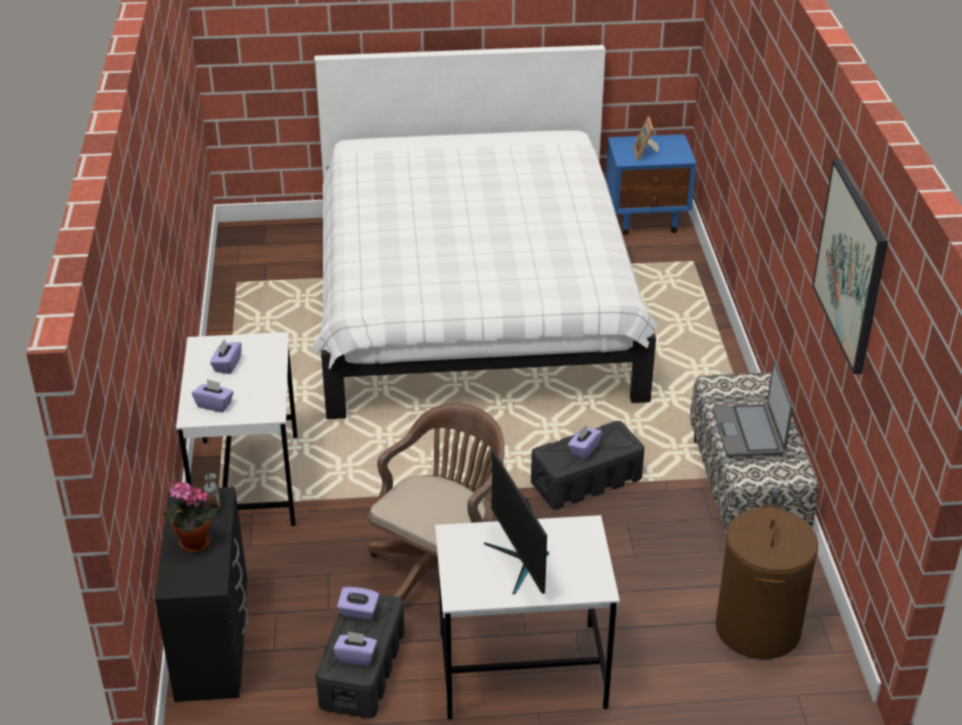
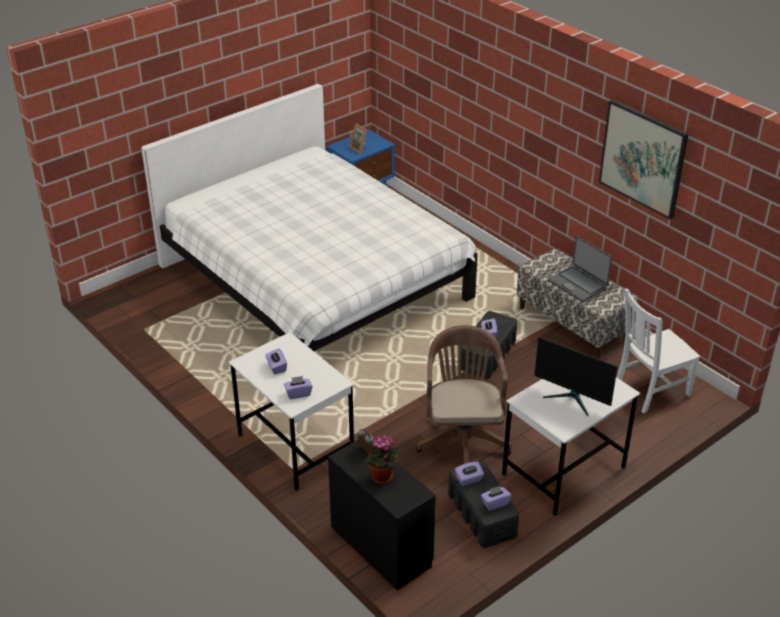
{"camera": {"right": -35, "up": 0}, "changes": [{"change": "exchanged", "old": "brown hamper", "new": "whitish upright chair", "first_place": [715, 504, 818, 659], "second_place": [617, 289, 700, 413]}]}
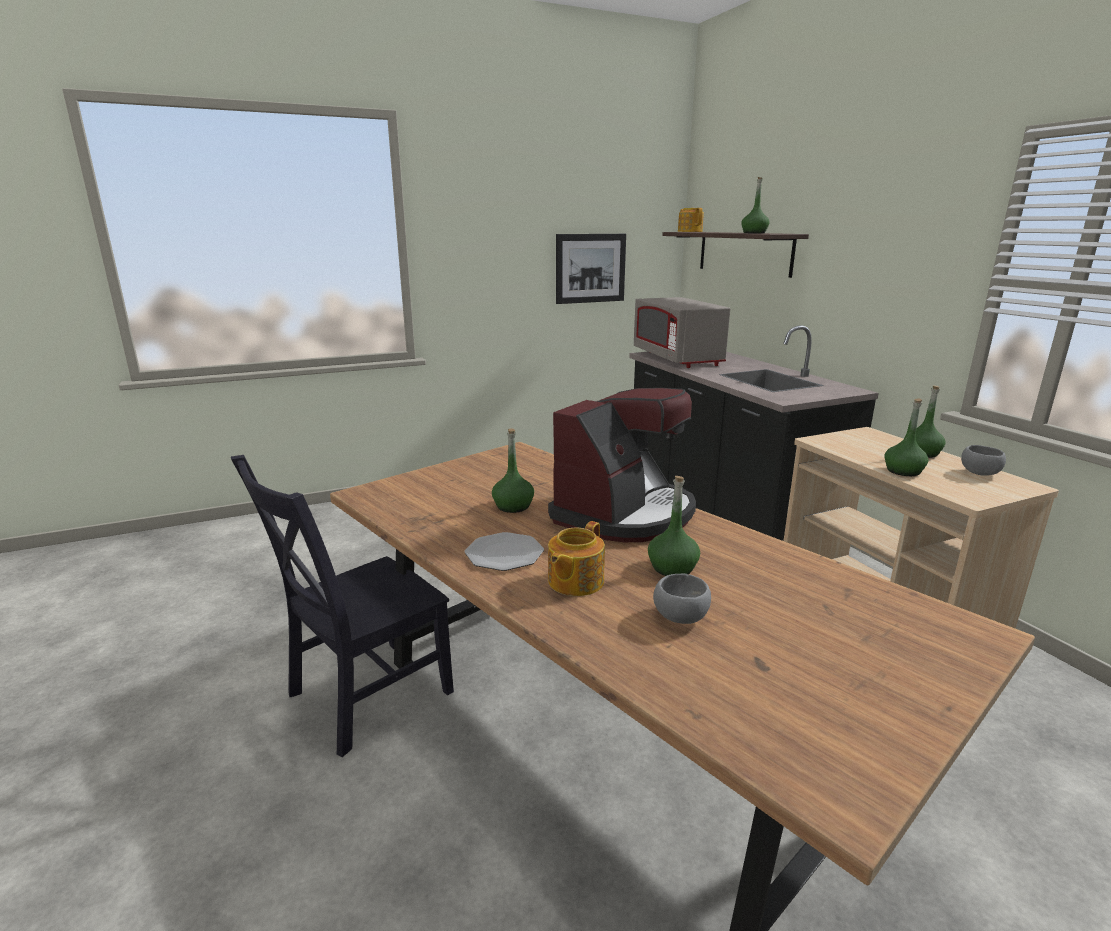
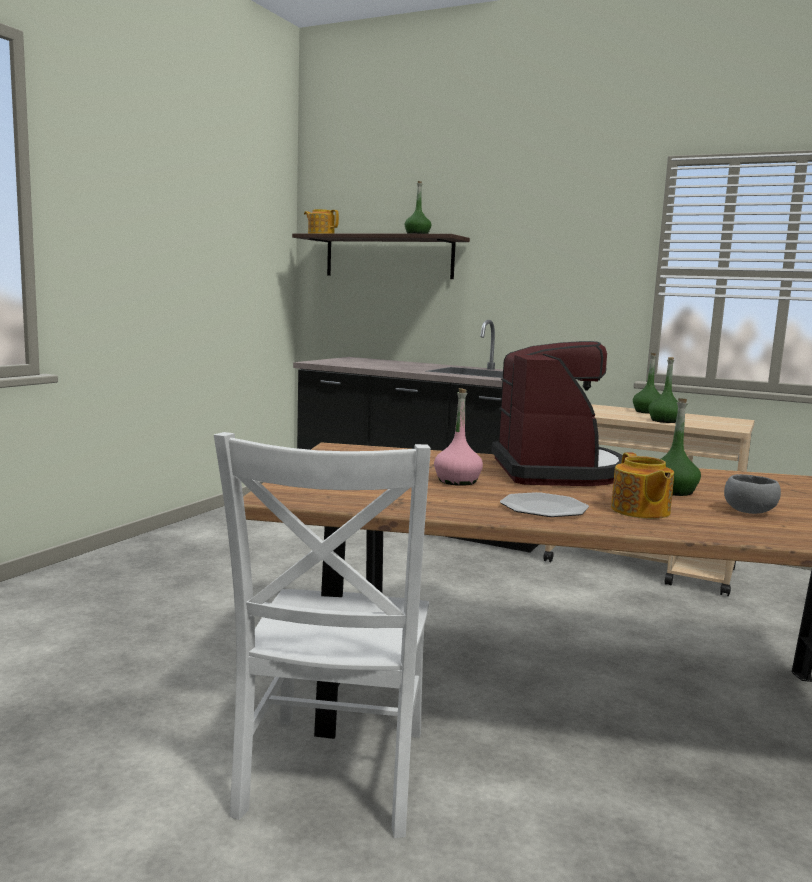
{"camera": {"right": -40, "up": -10}, "changes": [{"change": "colour", "old": "black-coloured upright chair", "new": "whitish upright chair", "first_place": [231, 455, 454, 757], "second_place": [214, 432, 431, 838]}, {"change": "colour", "old": "greenish beverage bottle", "new": "pink-coloured beverage bottle", "first_place": [492, 428, 534, 513], "second_place": [434, 388, 483, 486]}, {"change": "missing", "old": "wall art", "first_place": [556, 234, 626, 304]}, {"change": "missing", "old": "grey microwave oven", "first_place": [634, 297, 730, 368]}, {"change": "missing", "old": "grey deep dish", "first_place": [961, 445, 1006, 476]}]}
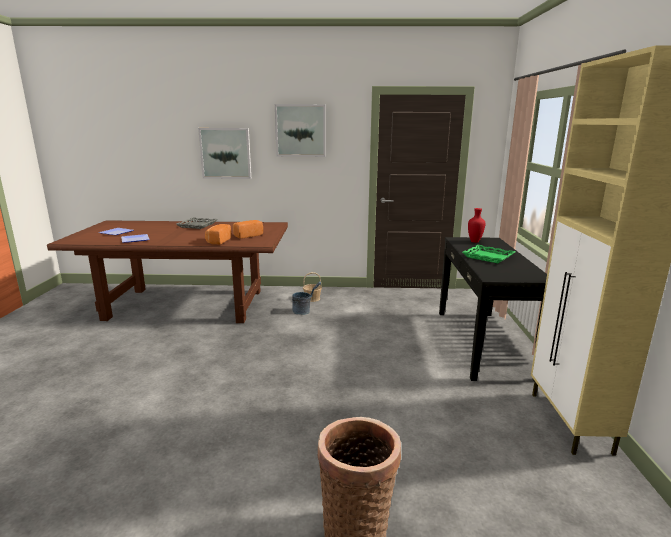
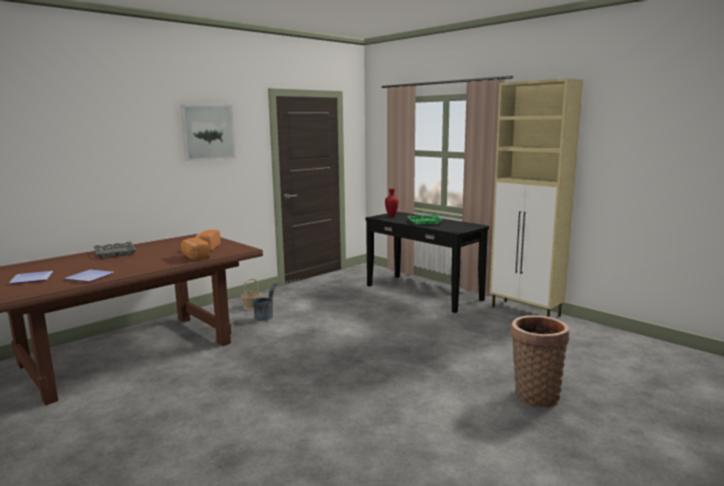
{"camera": {"right": -45, "up": -5}, "changes": [{"change": "missing", "old": "wall art", "first_place": [198, 128, 251, 179]}]}
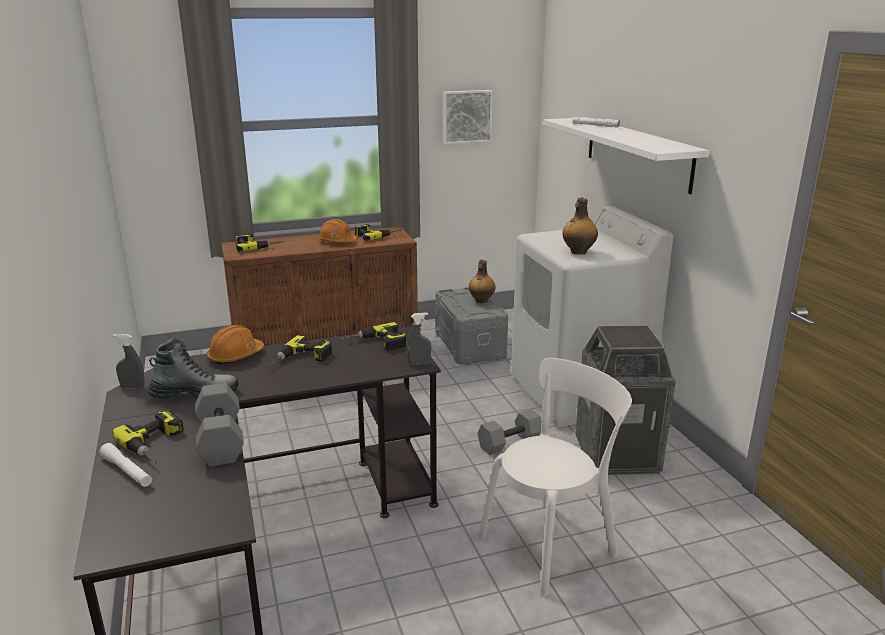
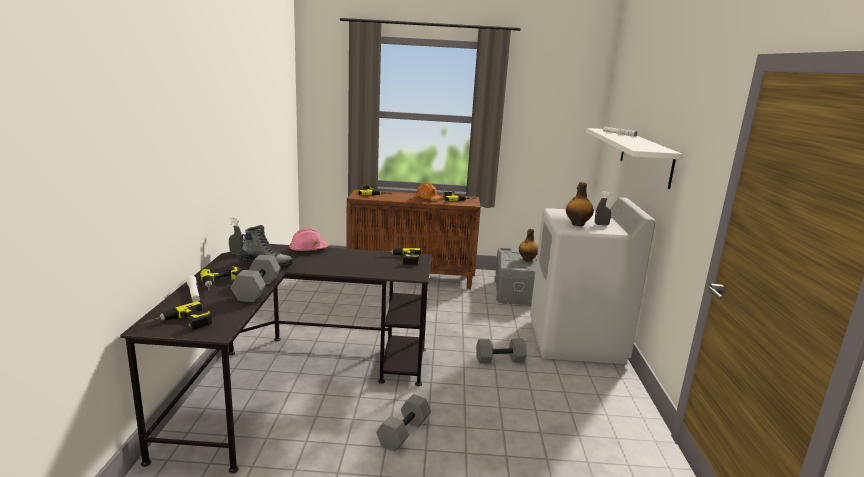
{"camera": {"right": 20, "up": -5}, "changes": [{"change": "relocated", "old": "drill", "first_place": [268, 335, 332, 366], "second_place": [140, 301, 212, 330]}, {"change": "colour", "old": "orangey safety helmet", "new": "pink-coloured safety helmet", "first_place": [207, 325, 264, 365], "second_place": [289, 229, 328, 252]}, {"change": "appeared", "new": "grey free weight", "second_place": [376, 394, 431, 452]}, {"change": "relocated", "old": "grey spray bottle", "first_place": [407, 312, 431, 365], "second_place": [595, 191, 613, 226]}, {"change": "missing", "old": "wall art", "first_place": [443, 90, 493, 144]}, {"change": "missing", "old": "whitish upright chair", "first_place": [479, 358, 632, 596]}, {"change": "missing", "old": "waste bin", "first_place": [575, 325, 676, 475]}]}
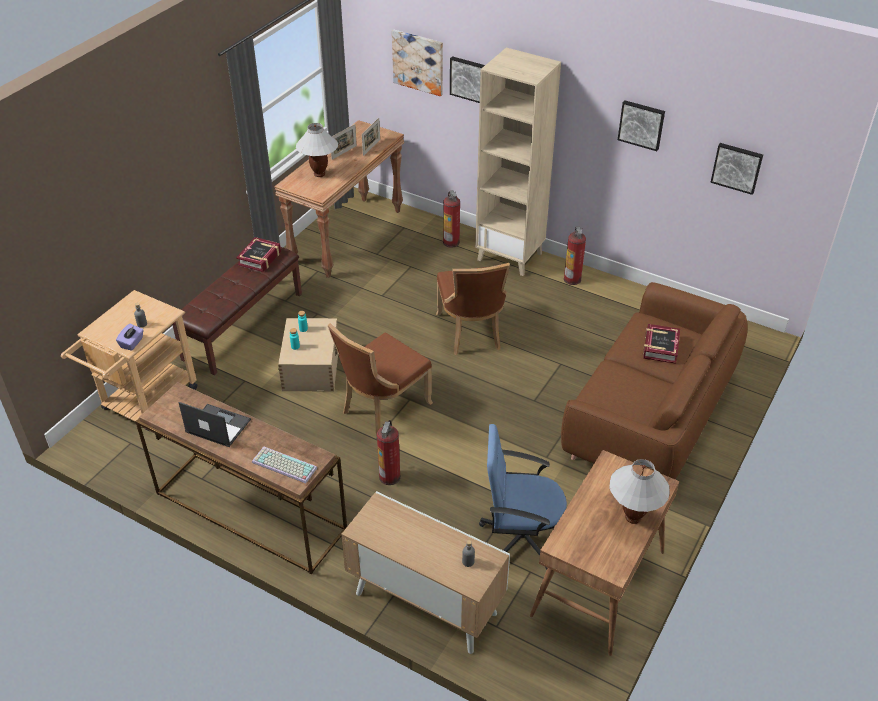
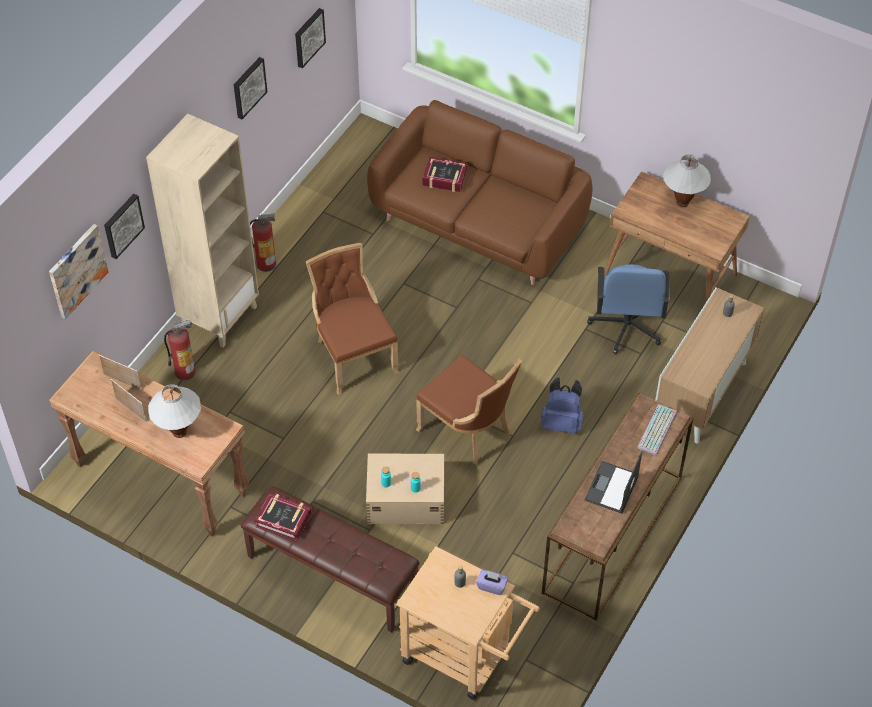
{"camera": {"right": -90, "up": 10}, "changes": [{"change": "spun", "old": "brown upright chair", "first_place": [436, 263, 510, 355], "second_place": [306, 243, 399, 395], "degrees": -105}, {"change": "exchanged", "old": "extinguisher", "new": "blue-coloured backpack", "first_place": [377, 420, 401, 485], "second_place": [541, 377, 583, 434]}]}
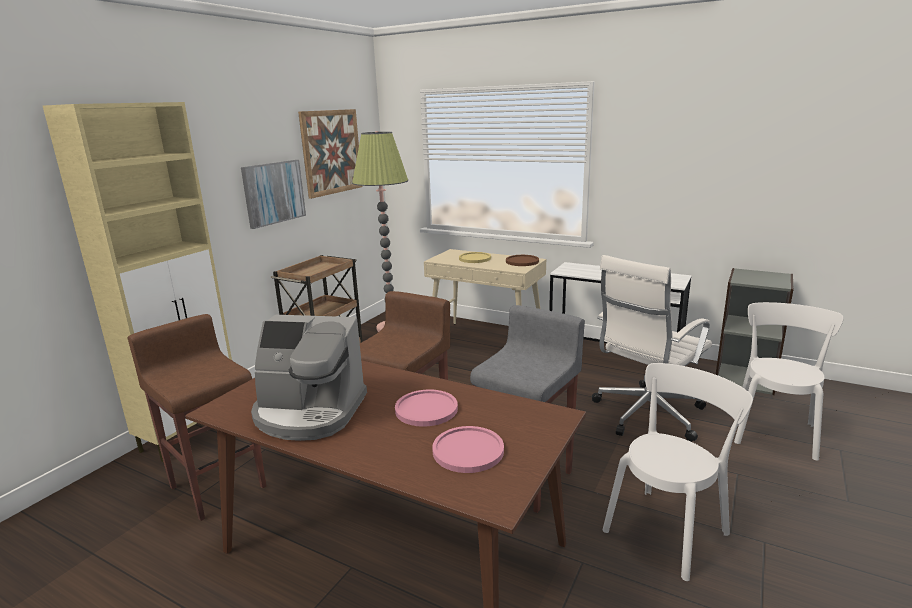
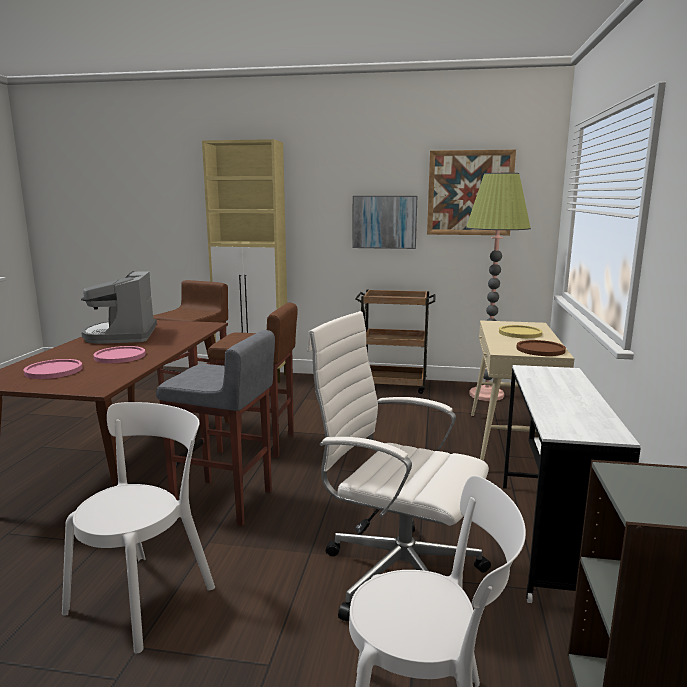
{"camera": {"right": 70, "up": -5}, "changes": [{"change": "spun", "old": "whitish upright chair", "first_place": [602, 363, 753, 581], "second_place": [62, 402, 215, 653], "degrees": -90}]}
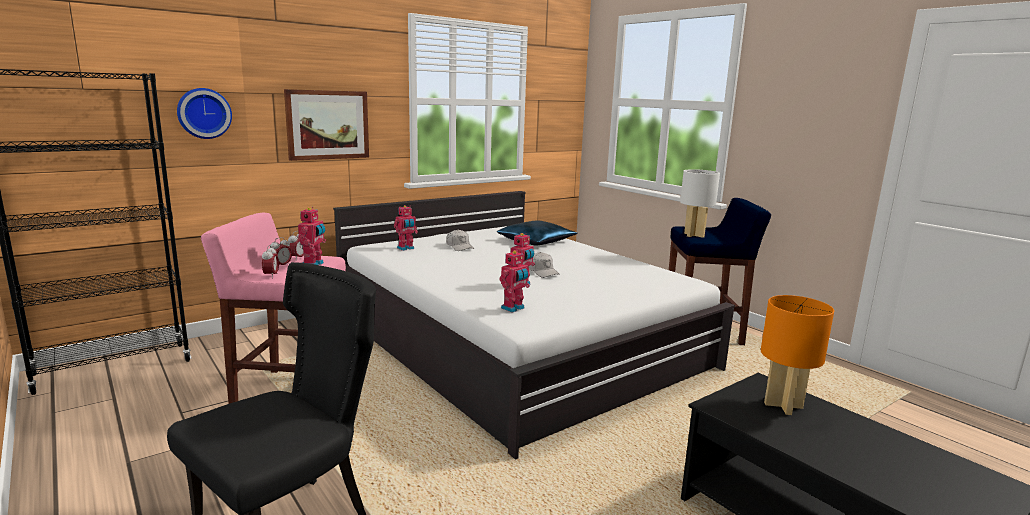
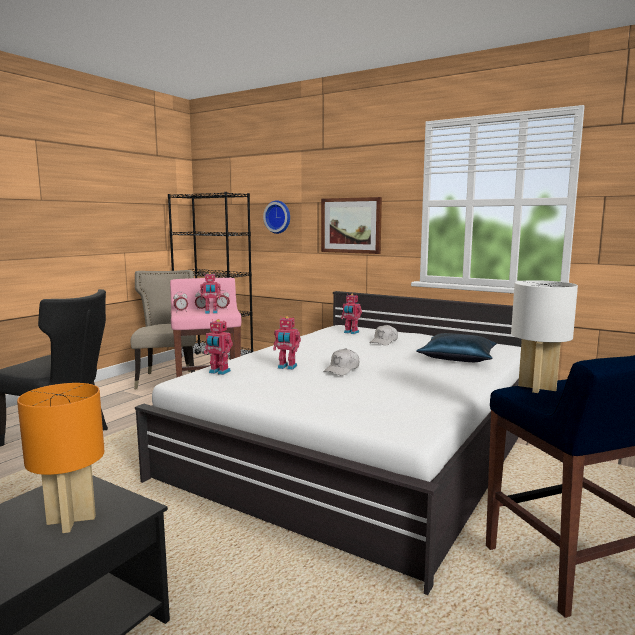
{"camera": {"right": 70, "up": -5}, "changes": [{"change": "appeared", "new": "sand-coloured upright chair", "second_place": [130, 270, 196, 389]}]}
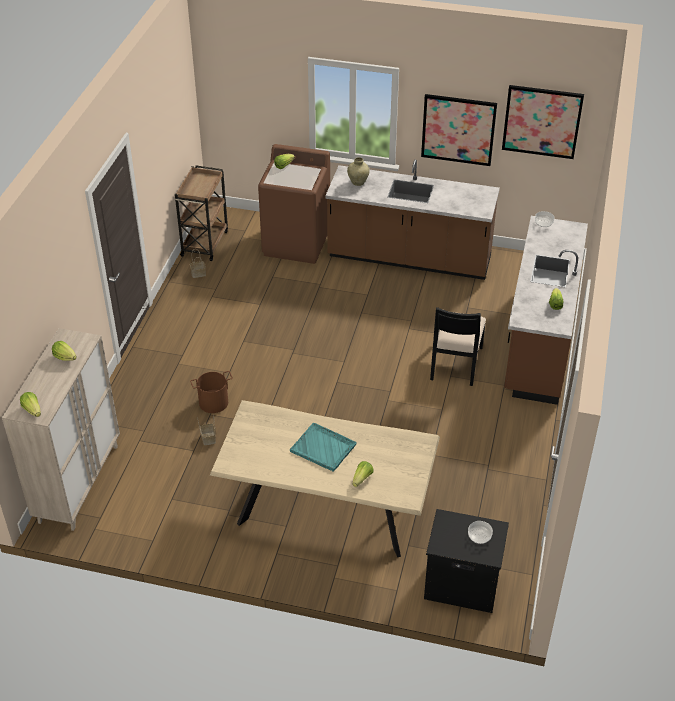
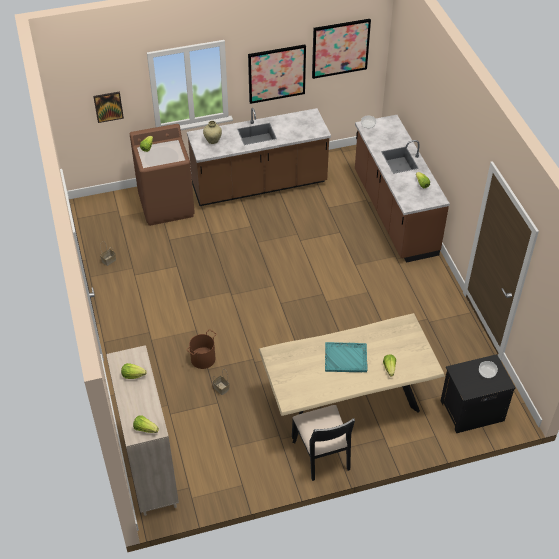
{"camera": {"right": -30, "up": 5}, "changes": [{"change": "appeared", "new": "wall art", "second_place": [93, 91, 124, 123]}, {"change": "relocated", "old": "black-coloured upright chair", "first_place": [430, 307, 486, 386], "second_place": [292, 405, 355, 481]}, {"change": "missing", "old": "brown wheeled cart", "first_place": [175, 166, 228, 261]}]}
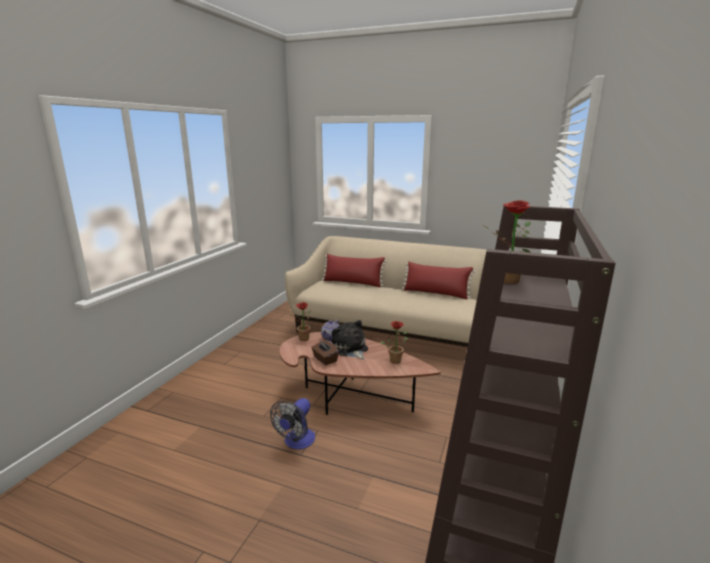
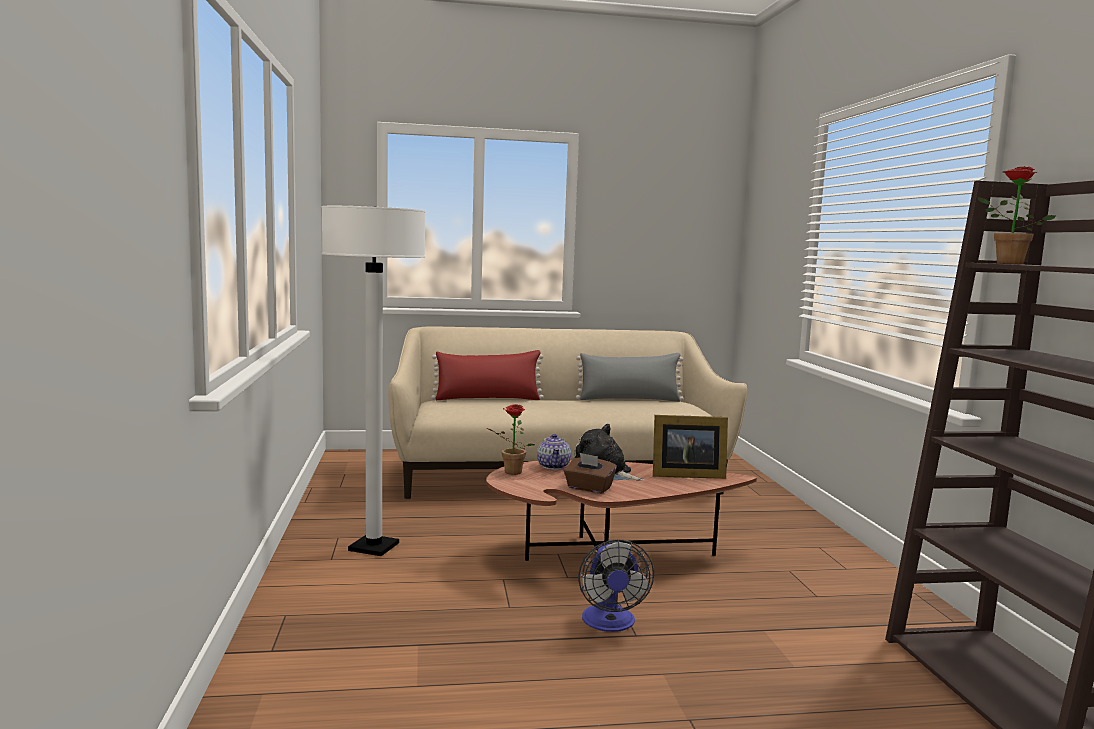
{"camera": {"right": -30, "up": -10}, "changes": [{"change": "appeared", "new": "whitish standard lamp", "second_place": [321, 206, 426, 556]}, {"change": "colour", "old": "red throw pillow", "new": "grey throw pillow", "first_place": [402, 261, 475, 299], "second_place": [576, 353, 684, 402]}, {"change": "exchanged", "old": "houseplant", "new": "standing frame", "first_place": [380, 321, 408, 364], "second_place": [653, 415, 728, 479]}]}
